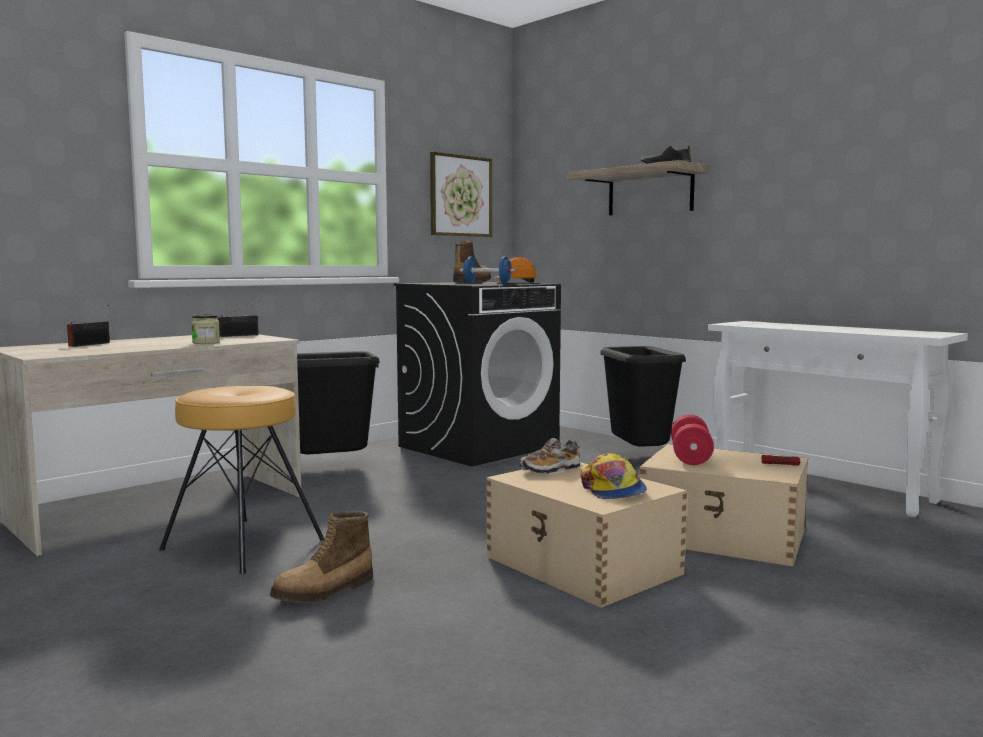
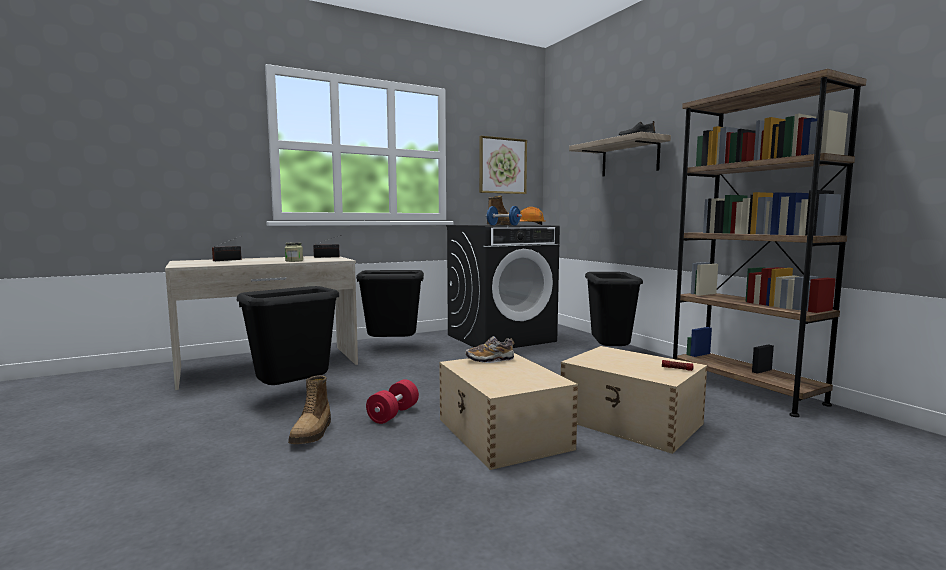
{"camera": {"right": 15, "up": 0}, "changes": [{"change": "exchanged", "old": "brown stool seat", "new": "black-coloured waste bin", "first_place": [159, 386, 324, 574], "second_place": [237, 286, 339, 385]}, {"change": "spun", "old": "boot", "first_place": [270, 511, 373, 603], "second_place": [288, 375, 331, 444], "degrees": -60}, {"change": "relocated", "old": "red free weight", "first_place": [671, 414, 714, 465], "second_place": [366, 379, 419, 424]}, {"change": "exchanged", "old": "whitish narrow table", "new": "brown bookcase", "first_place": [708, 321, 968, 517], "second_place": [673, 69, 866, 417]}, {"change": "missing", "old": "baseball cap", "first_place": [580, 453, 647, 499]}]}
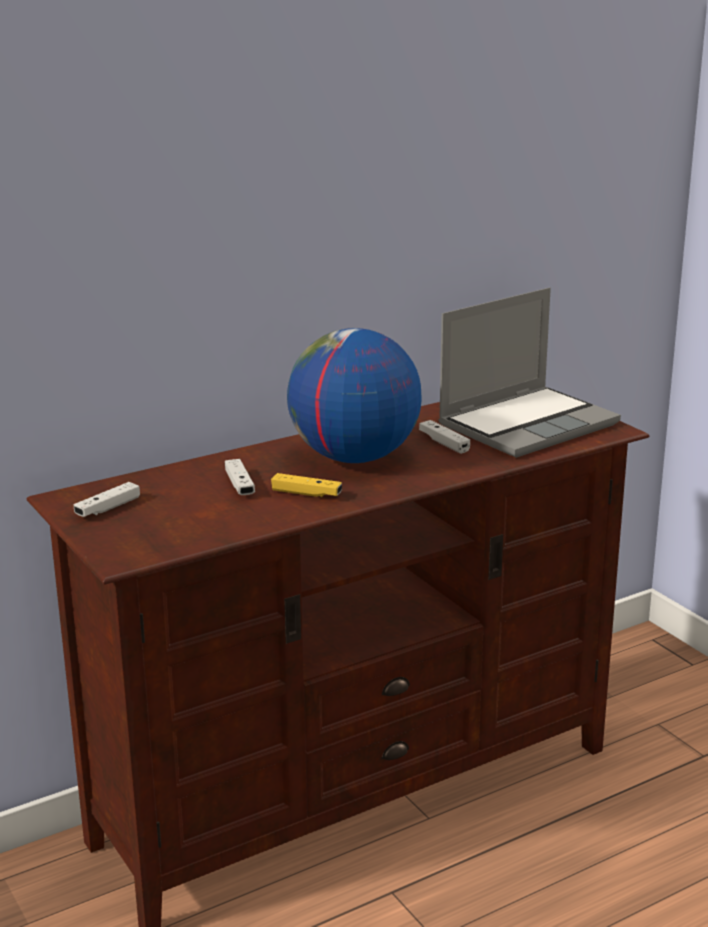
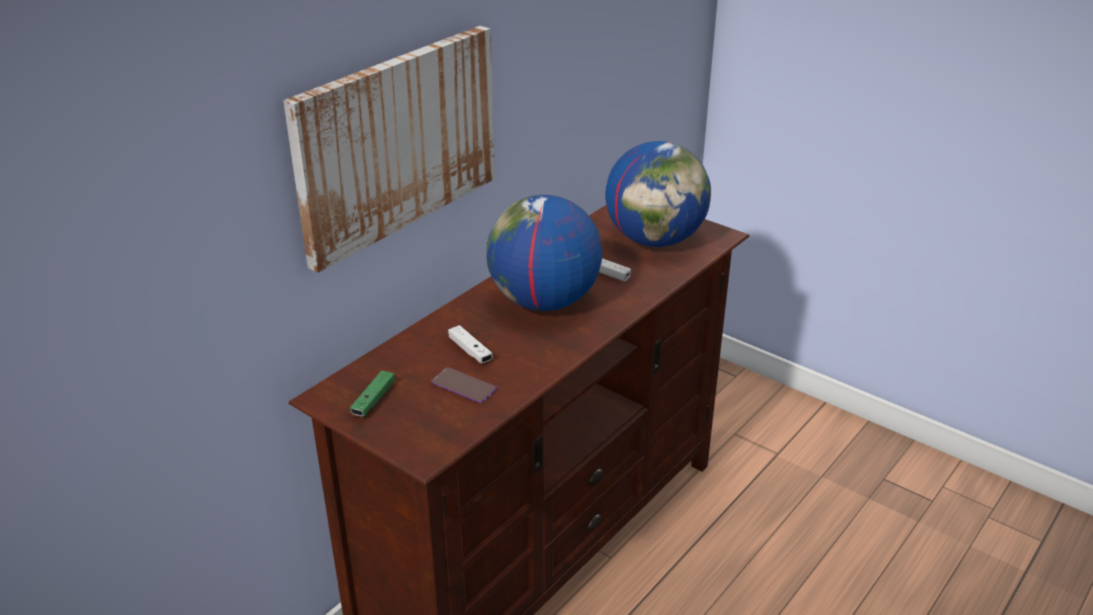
{"camera": {"right": -20, "up": 10}, "changes": [{"change": "appeared", "new": "wall art", "second_place": [283, 26, 495, 273]}, {"change": "colour", "old": "whitish joypad", "new": "greenish joypad", "first_place": [74, 482, 140, 517], "second_place": [350, 371, 395, 417]}, {"change": "appeared", "new": "phone", "second_place": [431, 367, 497, 403]}, {"change": "exchanged", "old": "notebook computer", "new": "globe", "first_place": [438, 287, 621, 458], "second_place": [605, 141, 711, 247]}, {"change": "missing", "old": "yellow-coloured joypad", "first_place": [271, 473, 342, 498]}]}
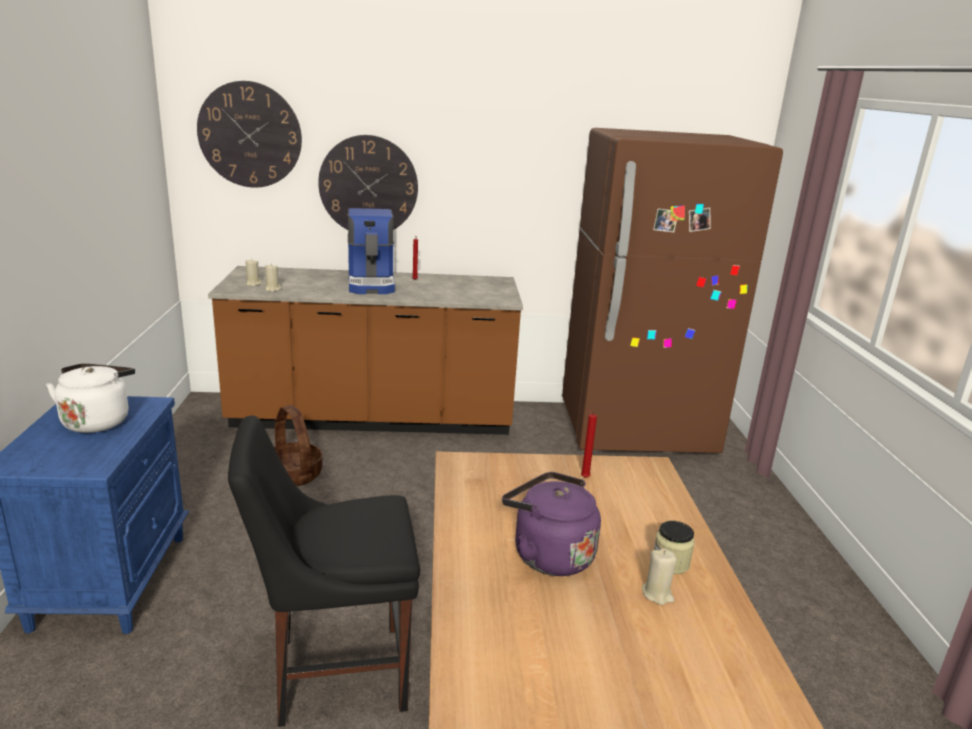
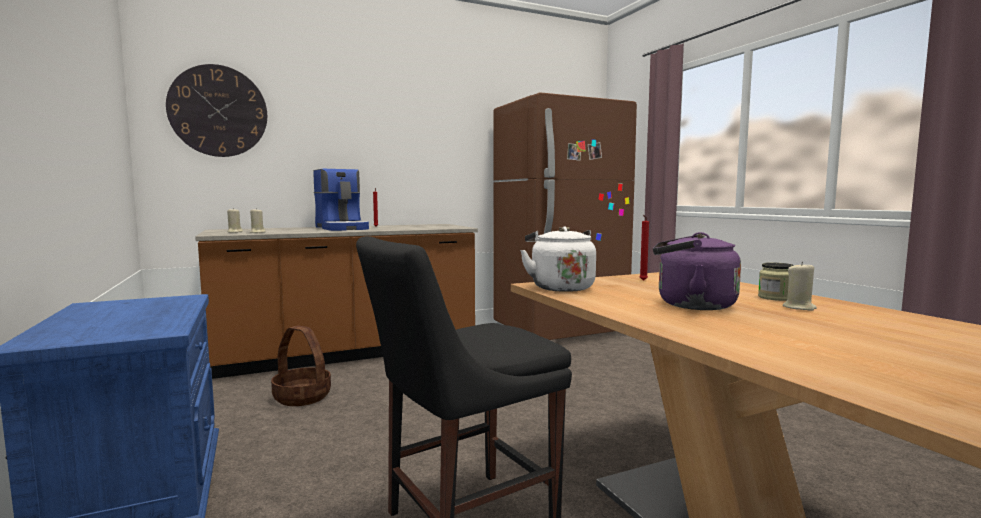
{"camera": {"right": -20, "up": -15}, "changes": [{"change": "relocated", "old": "whitish tea kettle", "first_place": [46, 363, 135, 433], "second_place": [520, 226, 596, 292]}, {"change": "missing", "old": "wall clock", "first_place": [318, 135, 418, 230]}]}
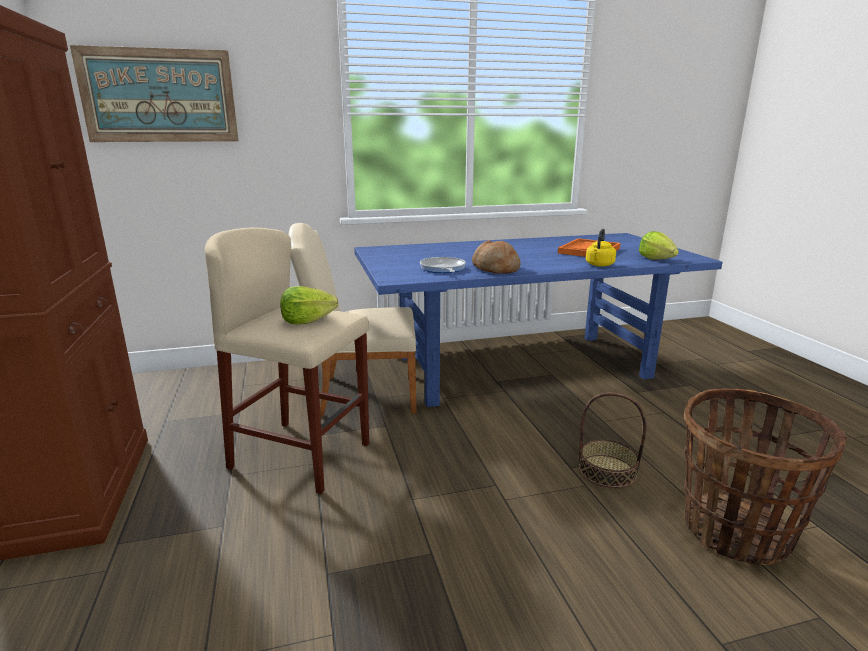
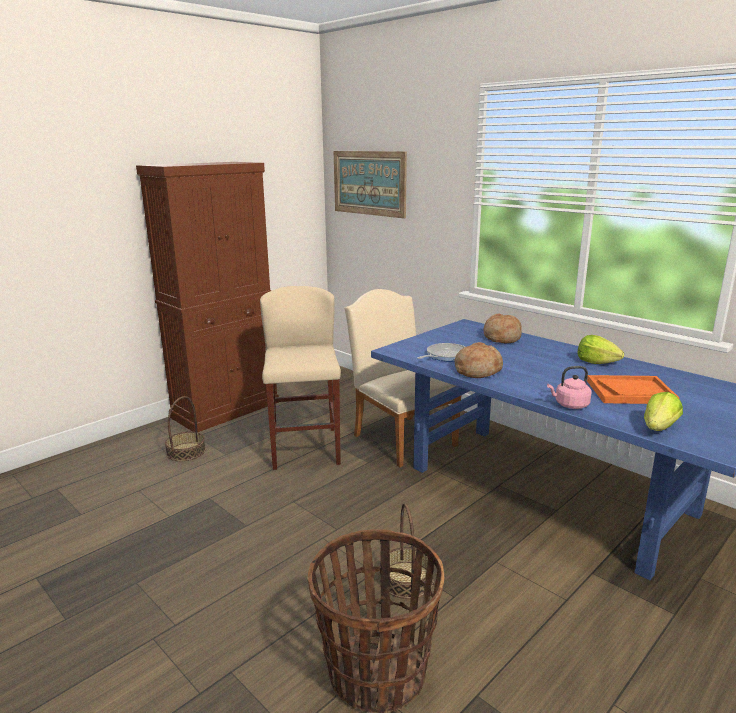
{"camera": {"right": 60, "up": 0}, "changes": [{"change": "appeared", "new": "basket", "second_place": [165, 396, 206, 461]}, {"change": "appeared", "new": "baked bread", "second_place": [483, 313, 522, 343]}, {"change": "colour", "old": "yellow-coloured tea kettle", "new": "pink-coloured tea kettle", "first_place": [586, 229, 616, 267], "second_place": [547, 366, 592, 409]}, {"change": "relocated", "old": "lettuce", "first_place": [280, 286, 338, 324], "second_place": [578, 335, 624, 364]}]}
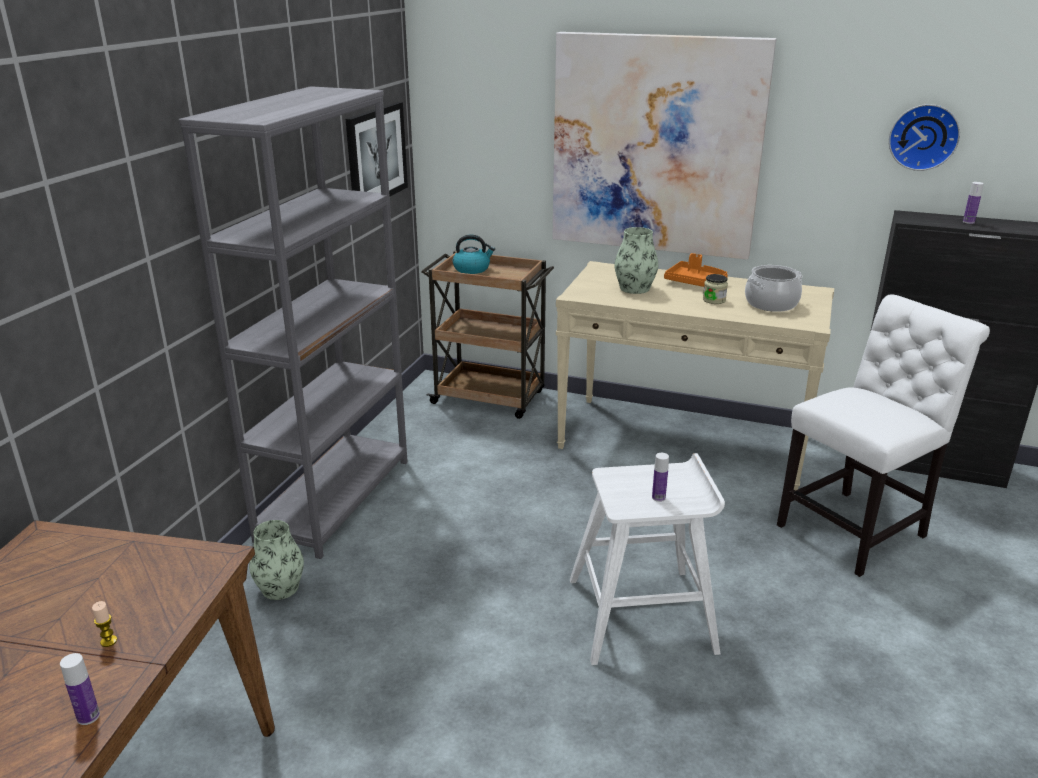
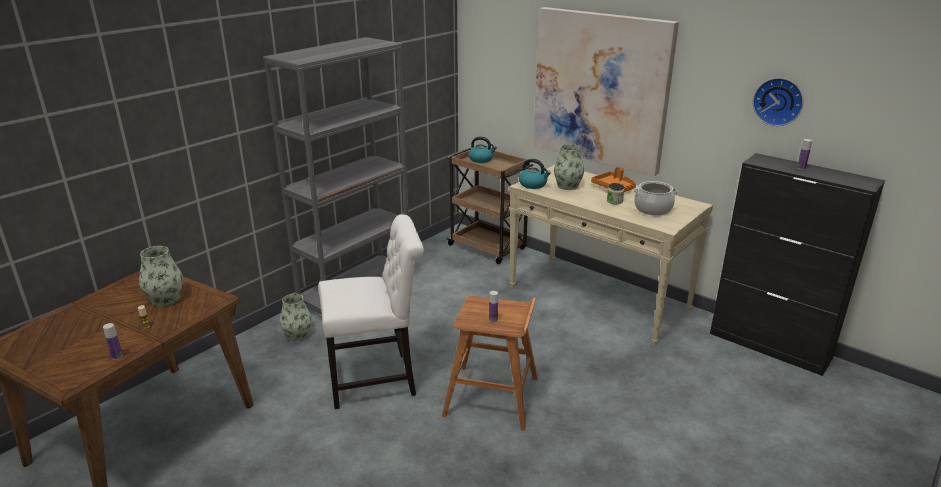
{"camera": {"right": 20, "up": 0}, "changes": [{"change": "appeared", "new": "decorative vase", "second_place": [139, 246, 183, 307]}, {"change": "relocated", "old": "whitish upright chair", "first_place": [777, 294, 990, 577], "second_place": [318, 214, 424, 409]}, {"change": "colour", "old": "whitish stool seat", "new": "brown stool seat", "first_place": [570, 453, 725, 665], "second_place": [442, 296, 538, 431]}, {"change": "appeared", "new": "tea kettle", "second_place": [519, 159, 551, 189]}, {"change": "missing", "old": "wall art", "first_place": [346, 102, 408, 196]}]}
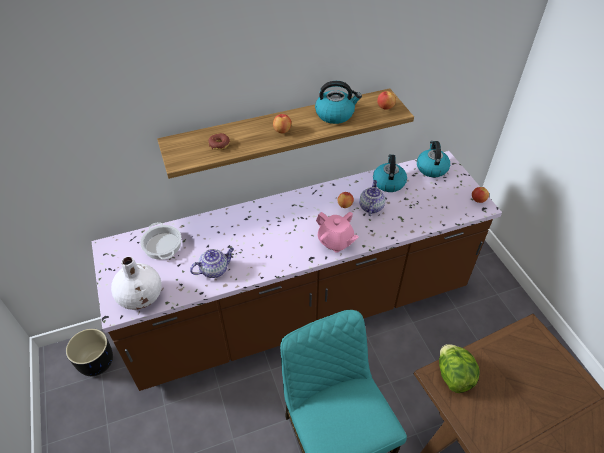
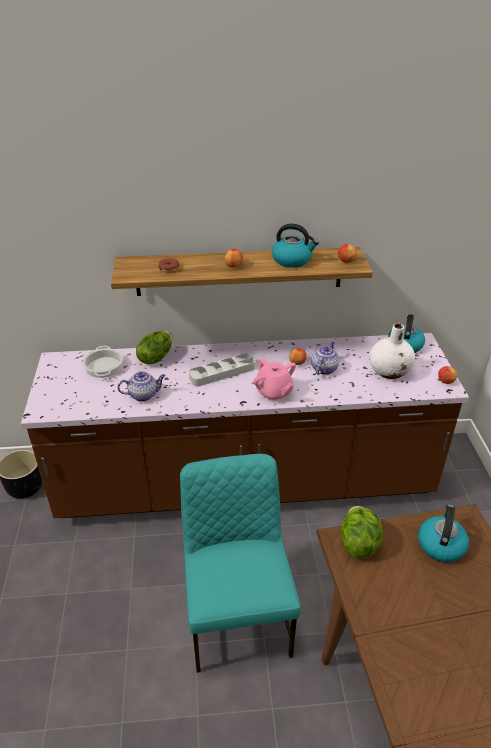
{"camera": {"right": 15, "up": -10}, "changes": [{"change": "appeared", "new": "lettuce", "second_place": [136, 331, 173, 364]}, {"change": "appeared", "new": "grey serving tray", "second_place": [189, 353, 255, 387]}, {"change": "relocated", "old": "whitish decorative vase", "first_place": [111, 256, 162, 310], "second_place": [369, 324, 415, 379]}, {"change": "relocated", "old": "tea kettle", "first_place": [373, 154, 407, 192], "second_place": [418, 504, 469, 562]}]}
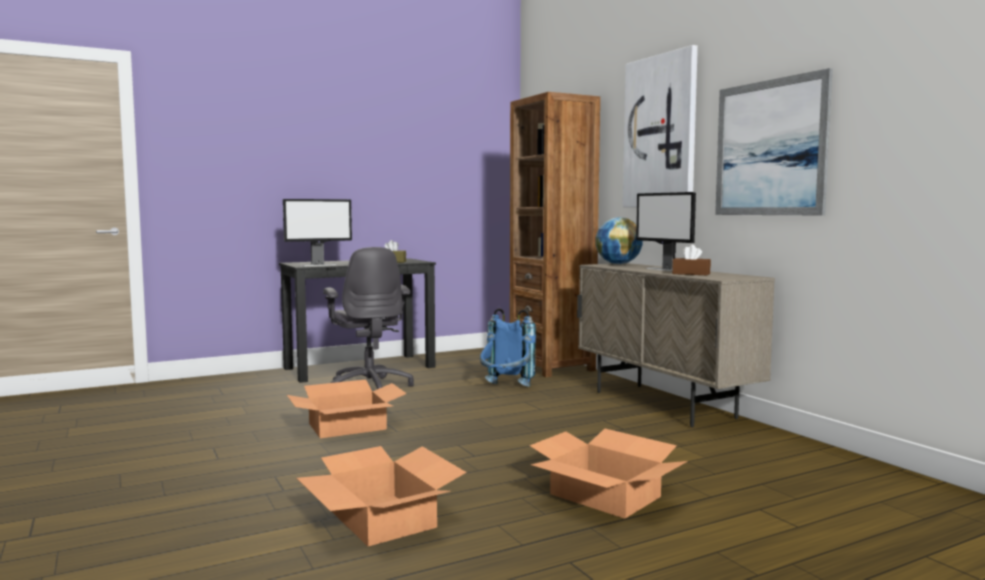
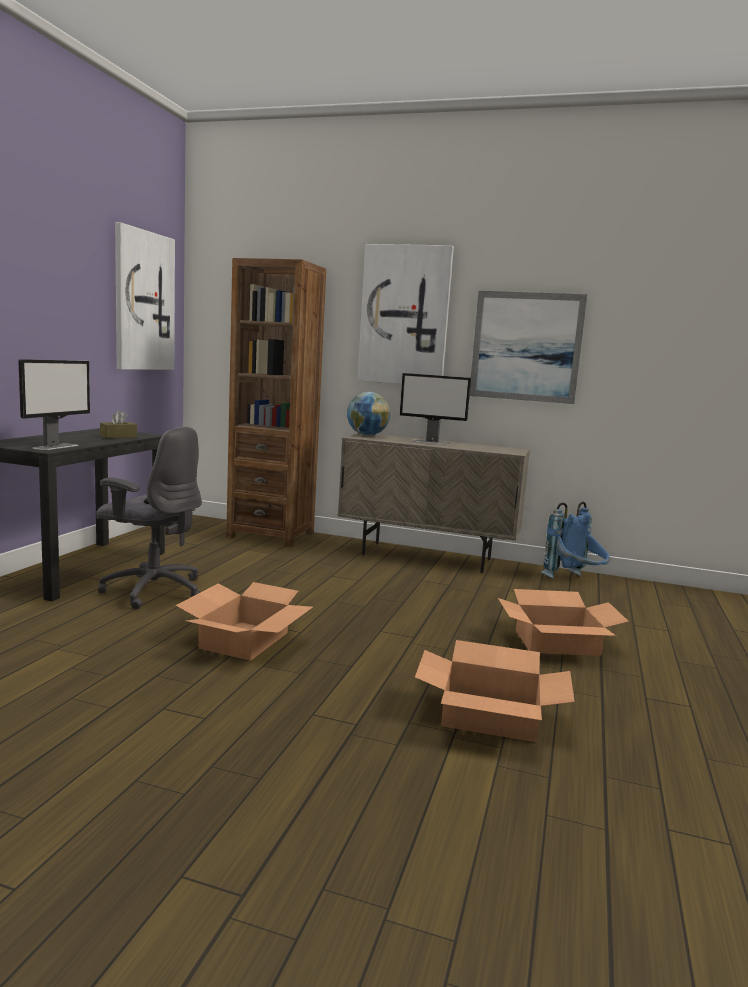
{"camera": {"right": -45, "up": 5}, "changes": [{"change": "appeared", "new": "wall art", "second_place": [115, 222, 175, 370]}, {"change": "relocated", "old": "blue-coloured backpack", "first_place": [480, 308, 536, 387], "second_place": [541, 502, 610, 579]}, {"change": "missing", "old": "brown box of tissues", "first_place": [672, 245, 711, 275]}]}
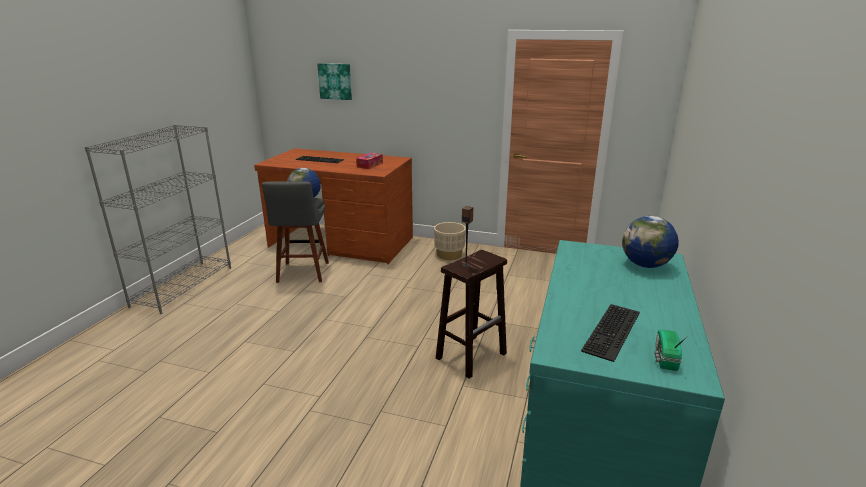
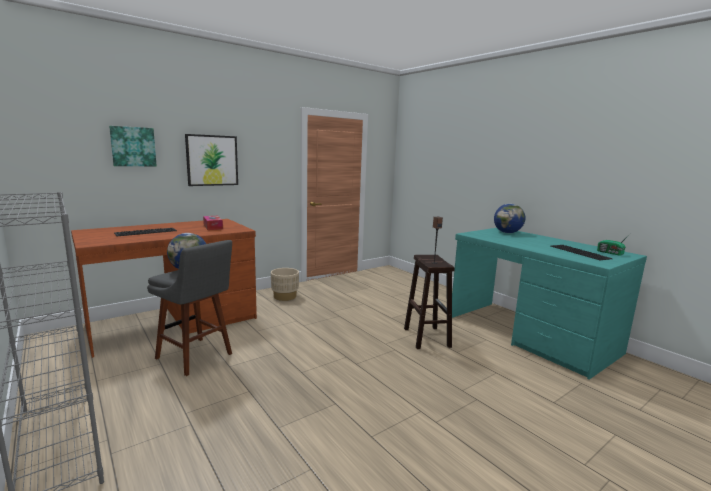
{"camera": {"right": -55, "up": -10}, "changes": [{"change": "appeared", "new": "wall art", "second_place": [185, 134, 238, 186]}]}
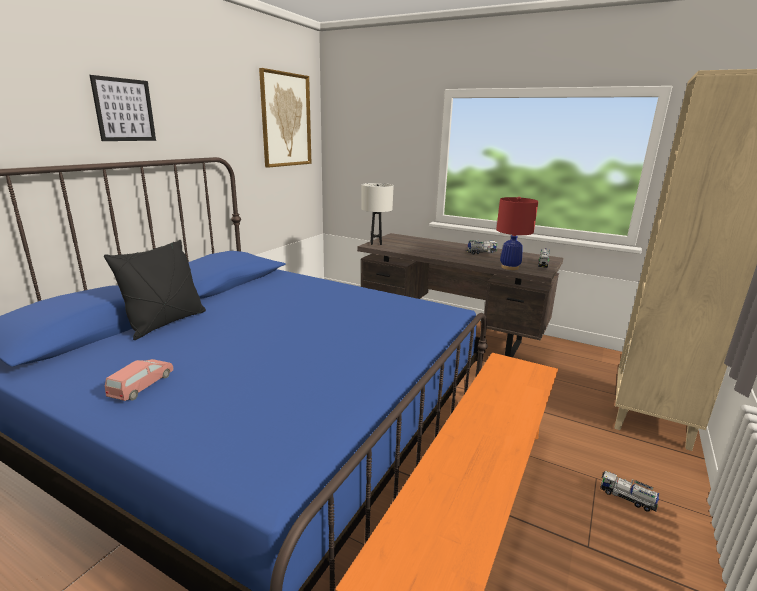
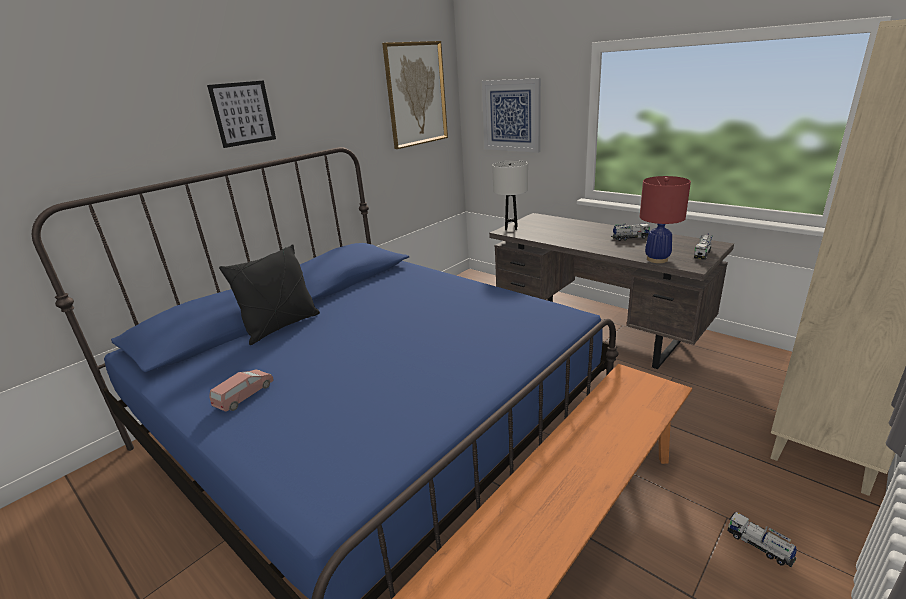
{"camera": {"right": 15, "up": 5}, "changes": [{"change": "appeared", "new": "wall art", "second_place": [482, 78, 541, 153]}]}
